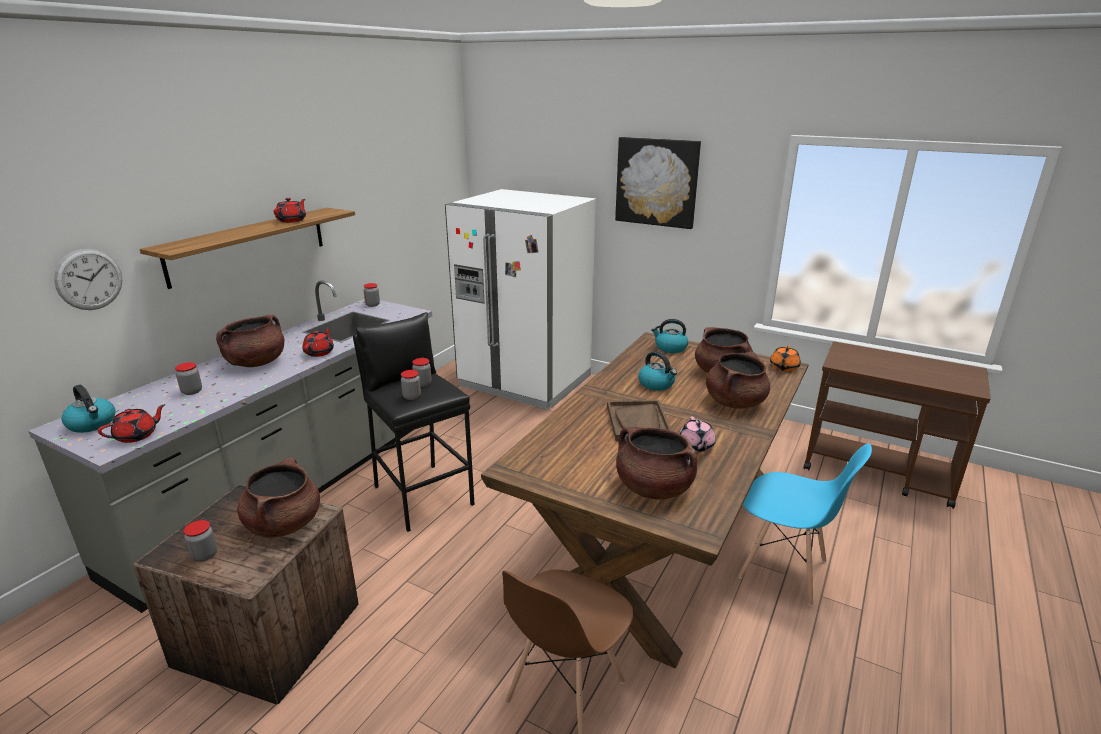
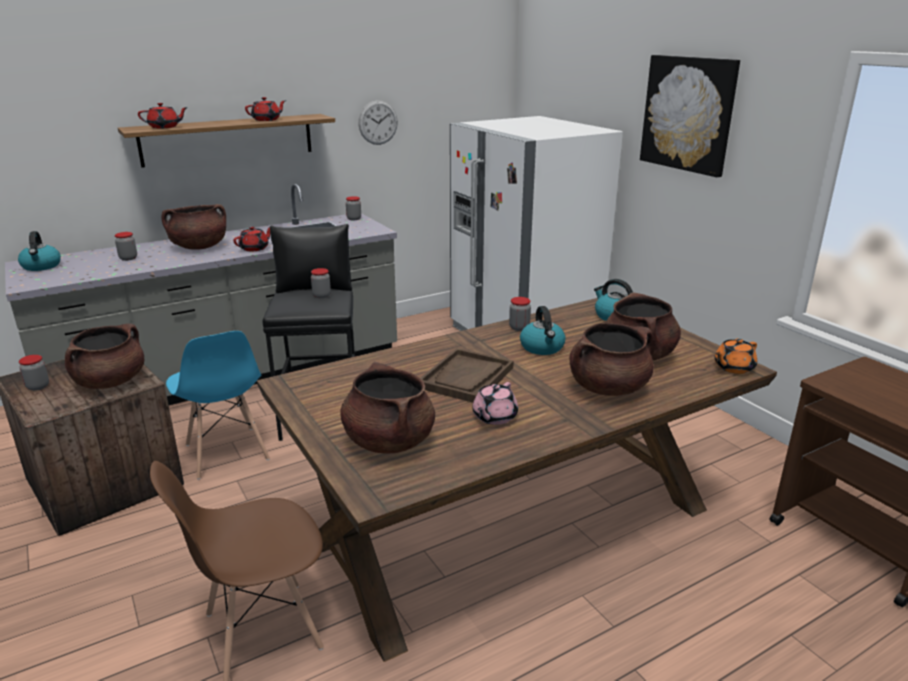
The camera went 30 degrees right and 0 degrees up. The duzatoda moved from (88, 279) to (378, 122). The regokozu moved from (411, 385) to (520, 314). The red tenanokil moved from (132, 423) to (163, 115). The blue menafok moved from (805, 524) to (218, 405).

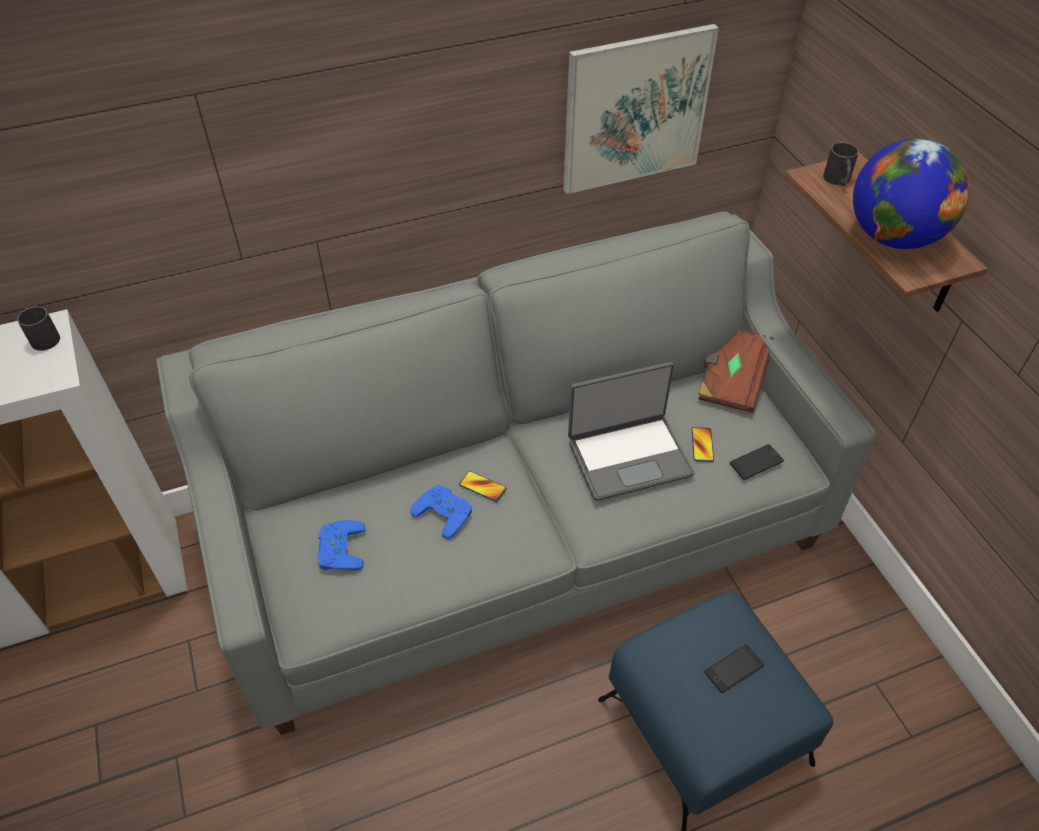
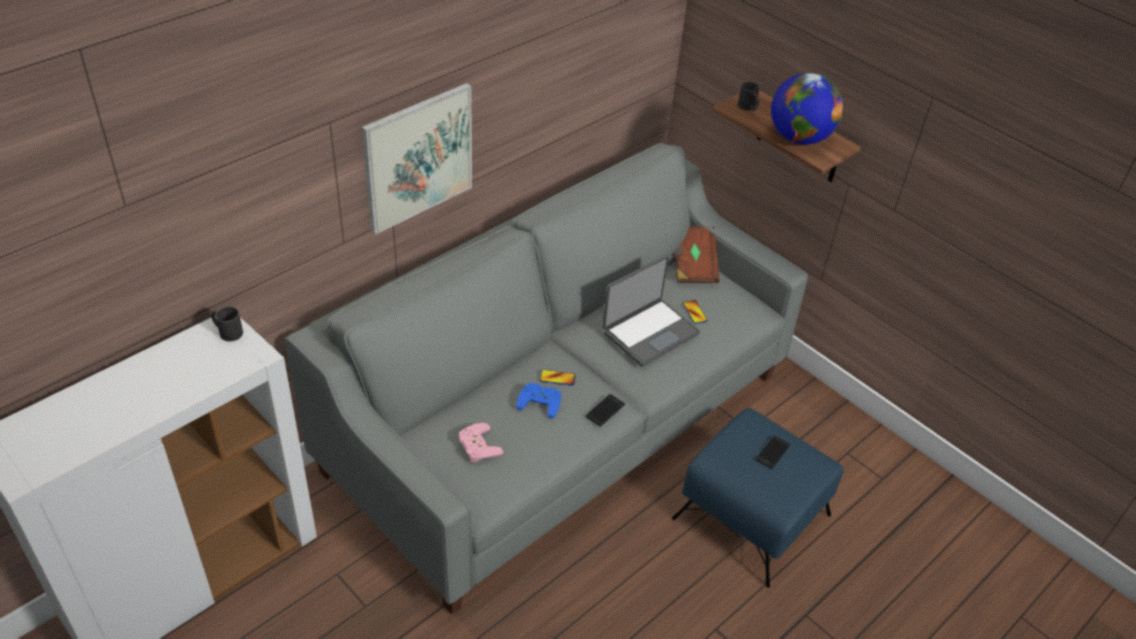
The camera went 25 degrees left and 5 degrees down. The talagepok moved from (641, 109) to (416, 159). The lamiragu moved from (757, 462) to (605, 410). The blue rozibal at (341, 545) became the pink rozibal at (481, 442).

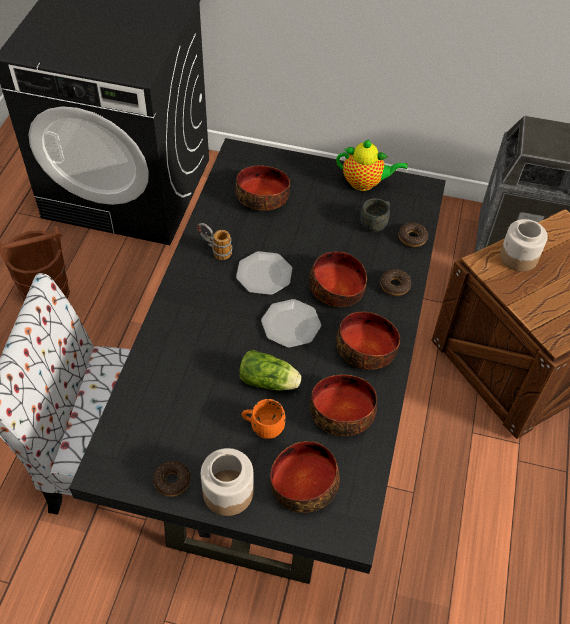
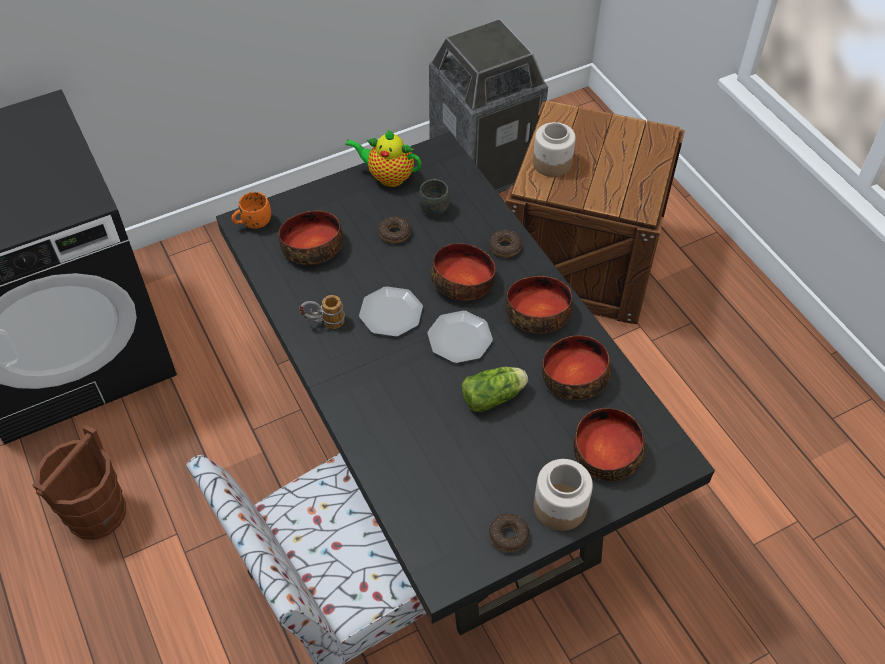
The camera went 40 degrees left and 0 degrees up. The tenanokil at (372, 165) turned 135 degrees counterclockwise. The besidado moved from (413, 234) to (394, 230). The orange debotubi moved from (264, 419) to (251, 210).

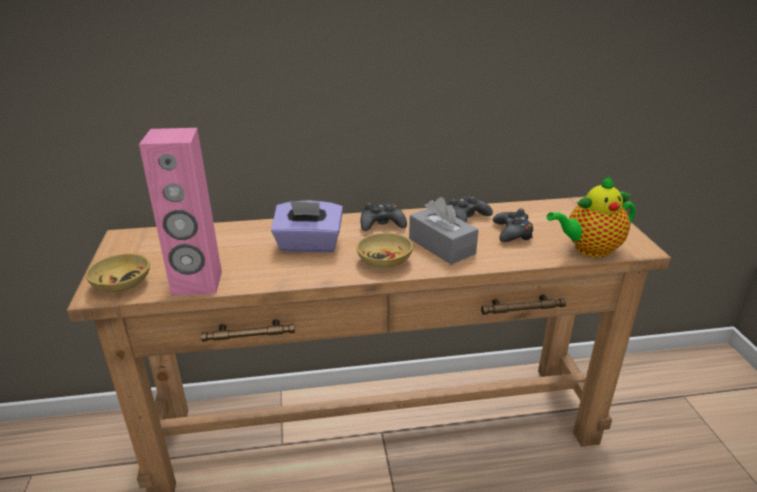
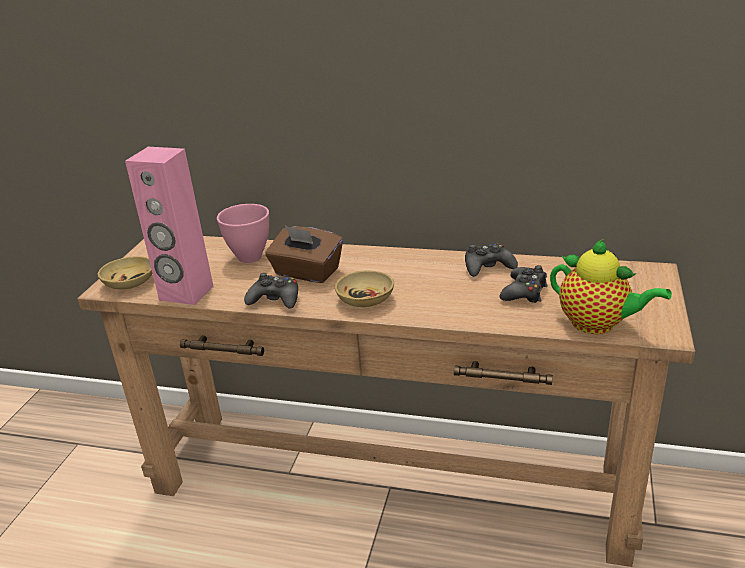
The camera went 25 degrees right and 0 degrees up. The tenanokil at (591, 216) turned 150 degrees counterclockwise. The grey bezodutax at (444, 231) disappeared. The purple bezodutax at (307, 227) became the brown bezodutax at (304, 254). The black rozibal moved from (384, 217) to (271, 291). The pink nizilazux at (243, 233) appeared.

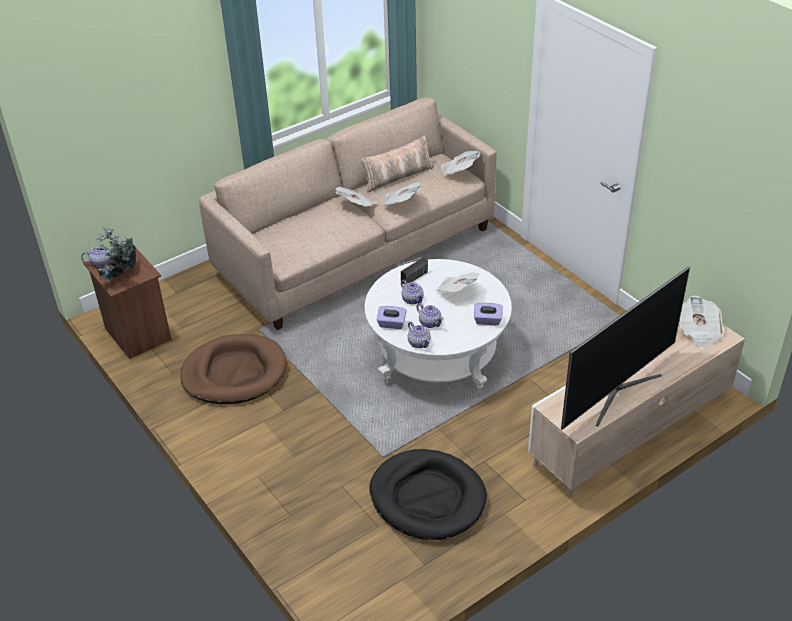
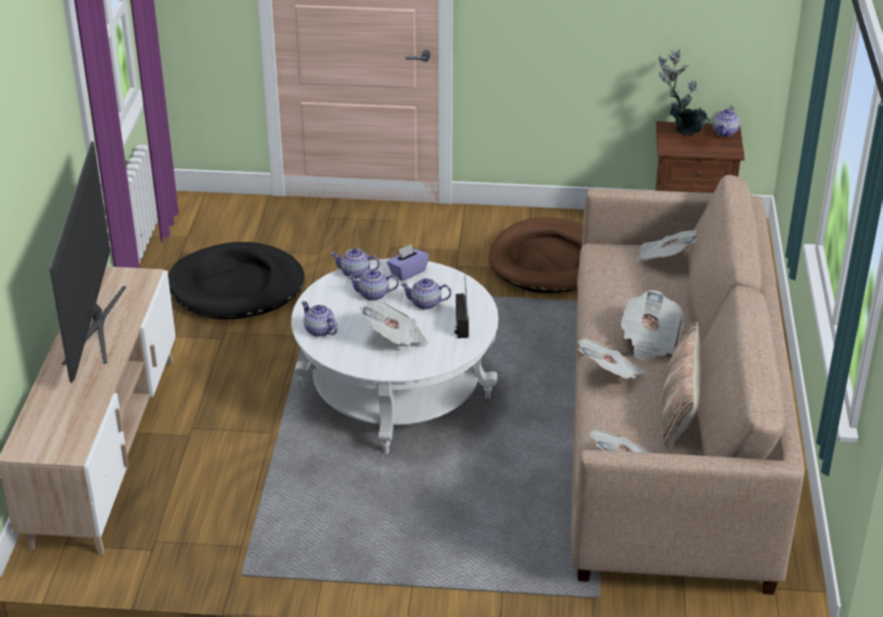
The camera went 130 degrees right and 5 degrees down. The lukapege moved from (701, 322) to (666, 245). The purple bezodutax at (488, 314) was replaced by the tenanokil at (319, 319).

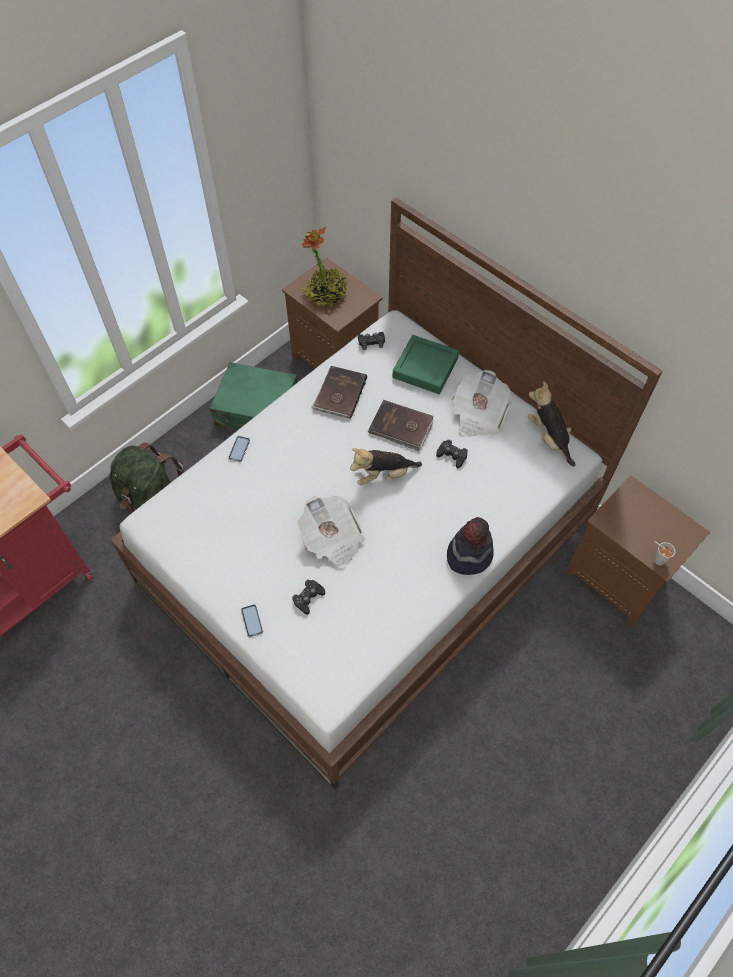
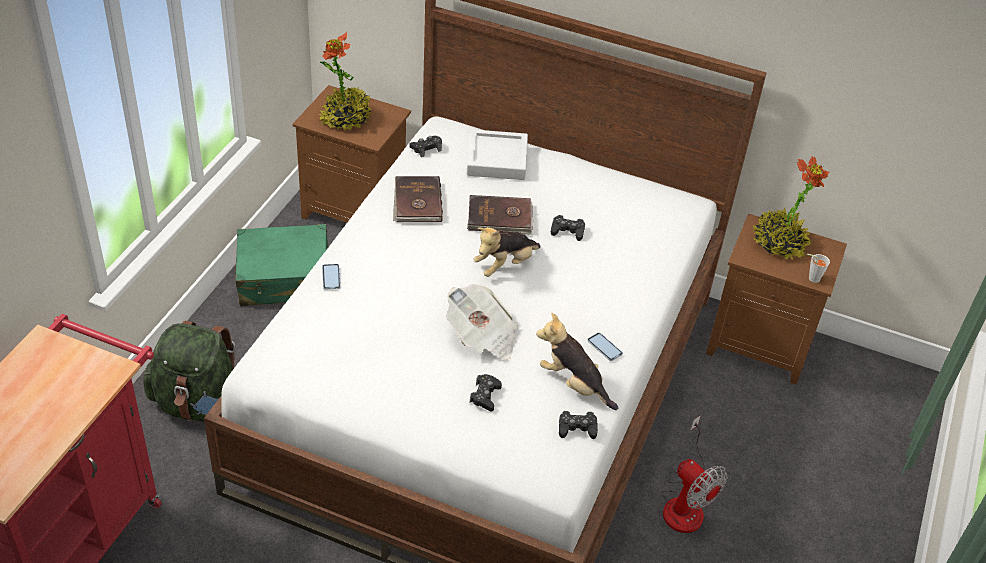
The camera went 25 degrees left and 15 degrees down. The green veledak at (425, 364) became the grey veledak at (497, 154). The lukapege at (482, 403) disappeared. The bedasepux moved from (552, 424) to (577, 361). The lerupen at (470, 546) disappeared. The lamiragu moved from (252, 620) to (605, 347). The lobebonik at (791, 208) appeared. The black rozibal at (578, 425) appeared. The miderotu at (694, 474) appeared.

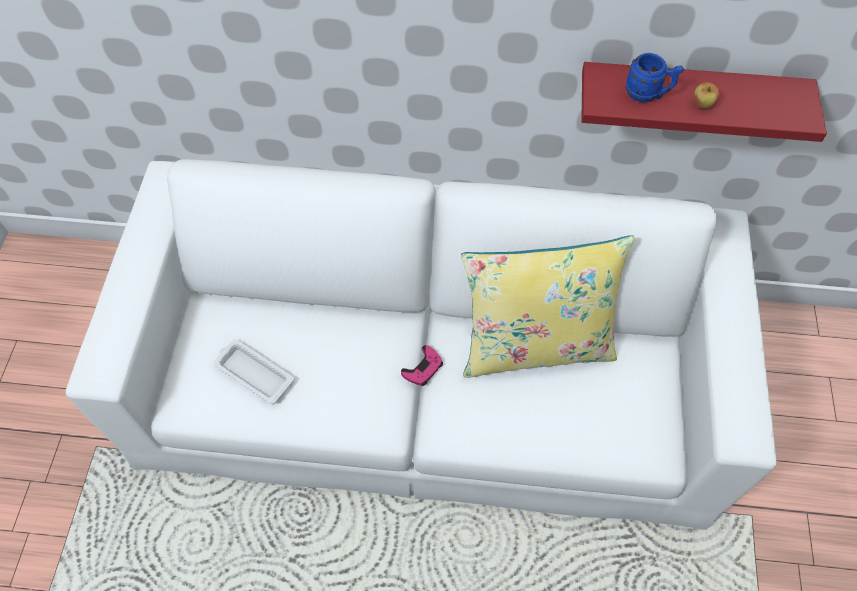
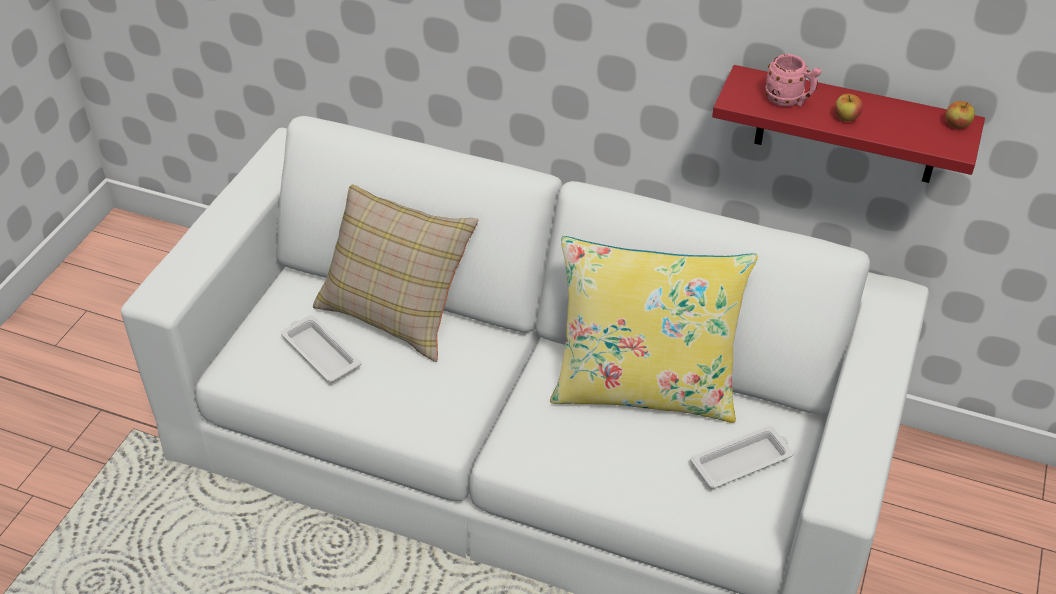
The camera went 15 degrees right and 15 degrees down. The blue debotubi at (654, 77) became the pink debotubi at (793, 80). The pink rozibal at (422, 365) disappeared. The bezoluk at (960, 115) appeared. The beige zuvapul at (395, 273) appeared. The white veledak at (742, 457) appeared.

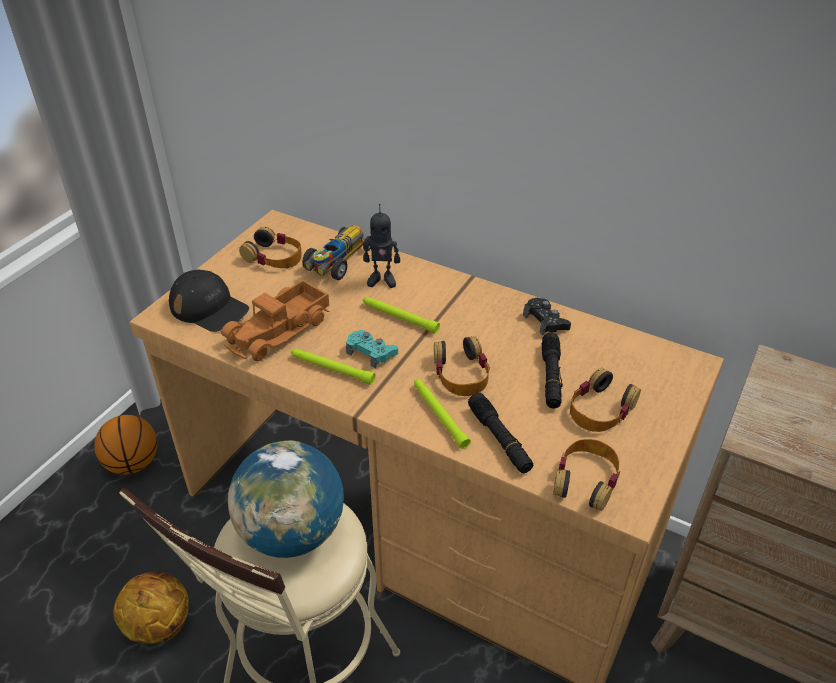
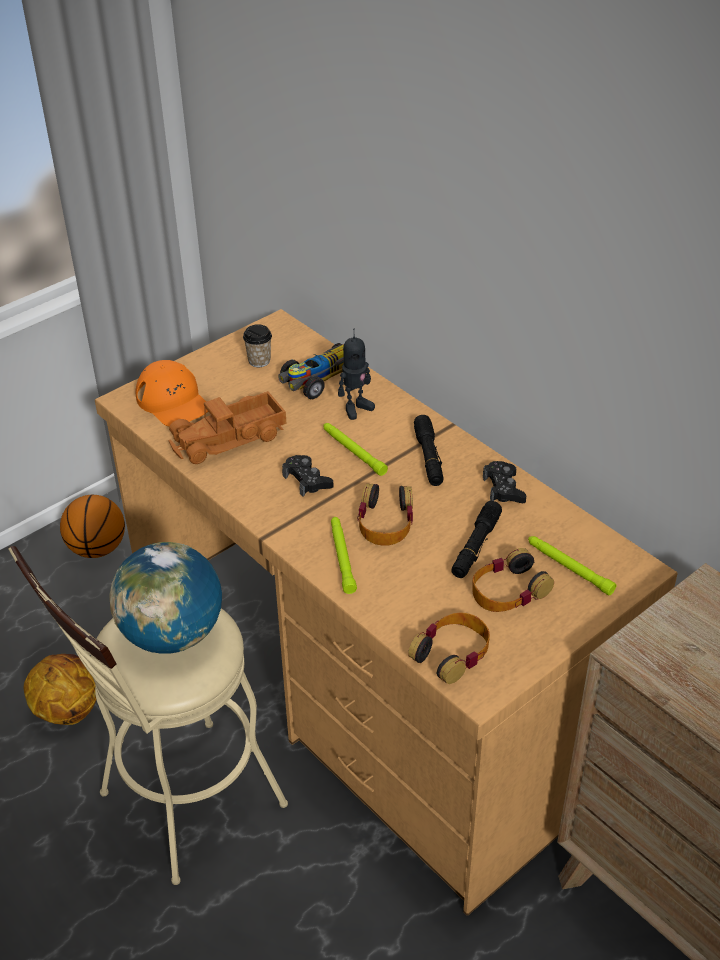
The camera went 20 degrees right and 0 degrees up. The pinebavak at (381, 246) turned 60 degrees counterclockwise. The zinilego at (270, 247) was replaced by the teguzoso at (257, 345). The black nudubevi at (209, 300) became the orange nudubevi at (171, 393). The turquoise rozibal at (372, 349) became the black rozibal at (308, 476). The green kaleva moved from (333, 367) to (572, 565). The black kaleva moved from (500, 433) to (429, 450).

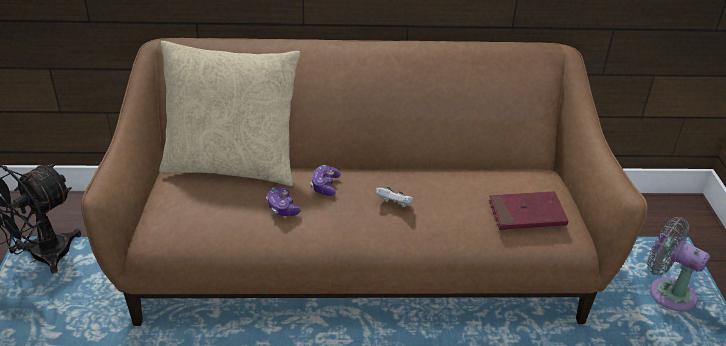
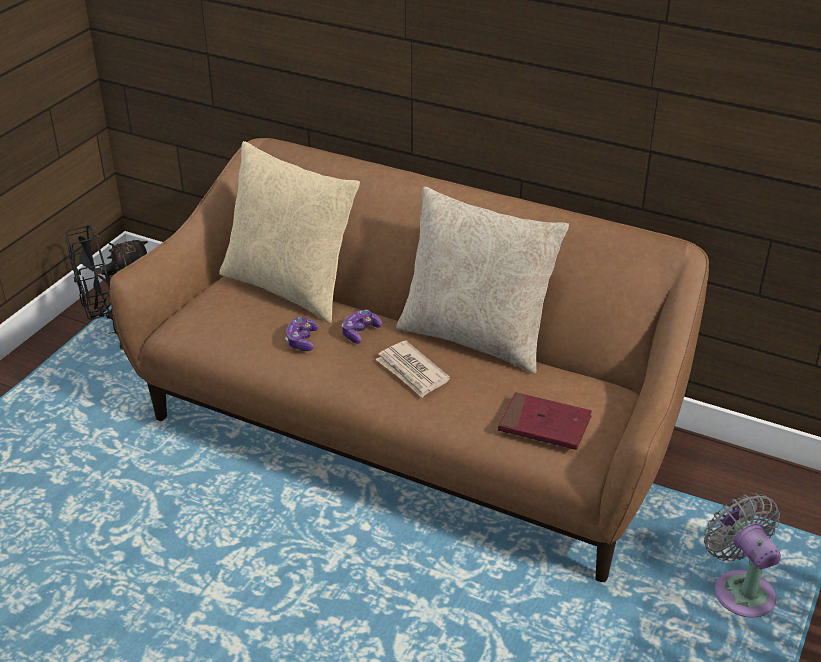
The camera went 30 degrees right and 0 degrees up. The white rozibal at (394, 197) was replaced by the lukapege at (412, 369). The beige zuvapul at (482, 280) appeared.

